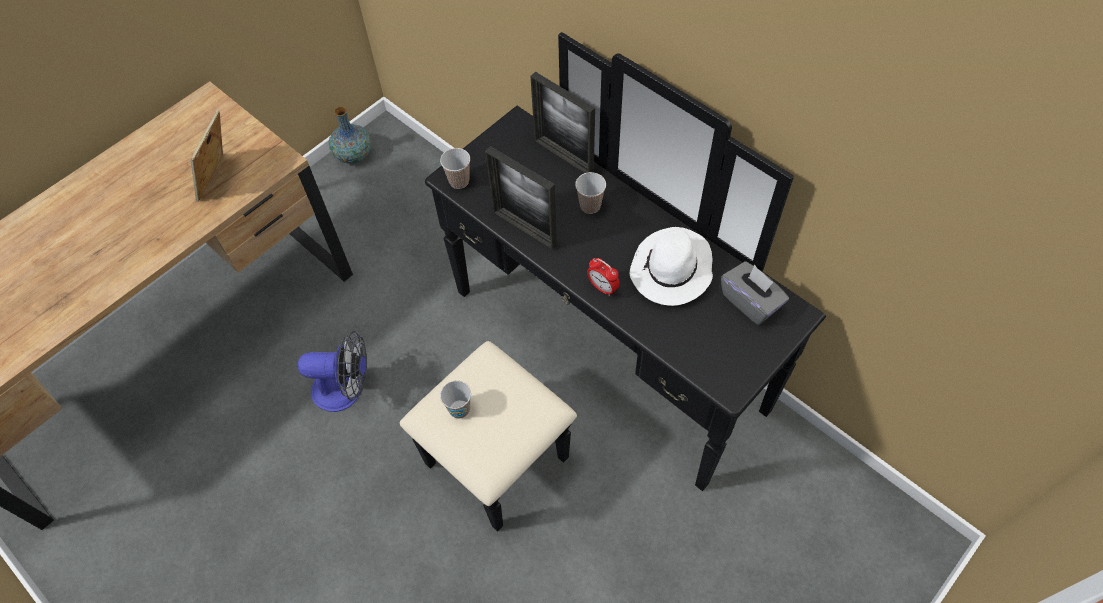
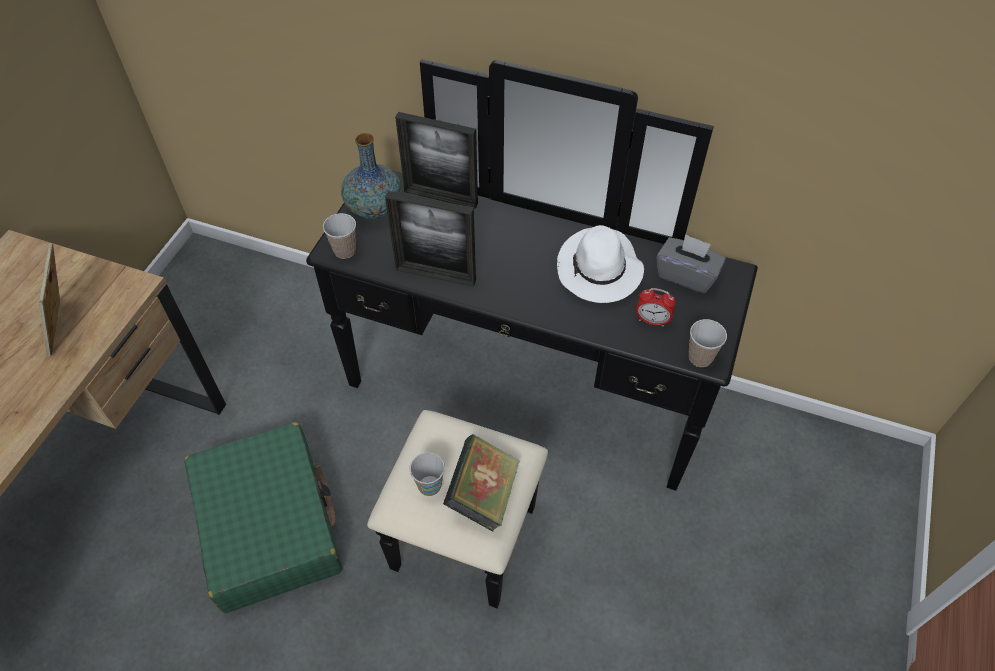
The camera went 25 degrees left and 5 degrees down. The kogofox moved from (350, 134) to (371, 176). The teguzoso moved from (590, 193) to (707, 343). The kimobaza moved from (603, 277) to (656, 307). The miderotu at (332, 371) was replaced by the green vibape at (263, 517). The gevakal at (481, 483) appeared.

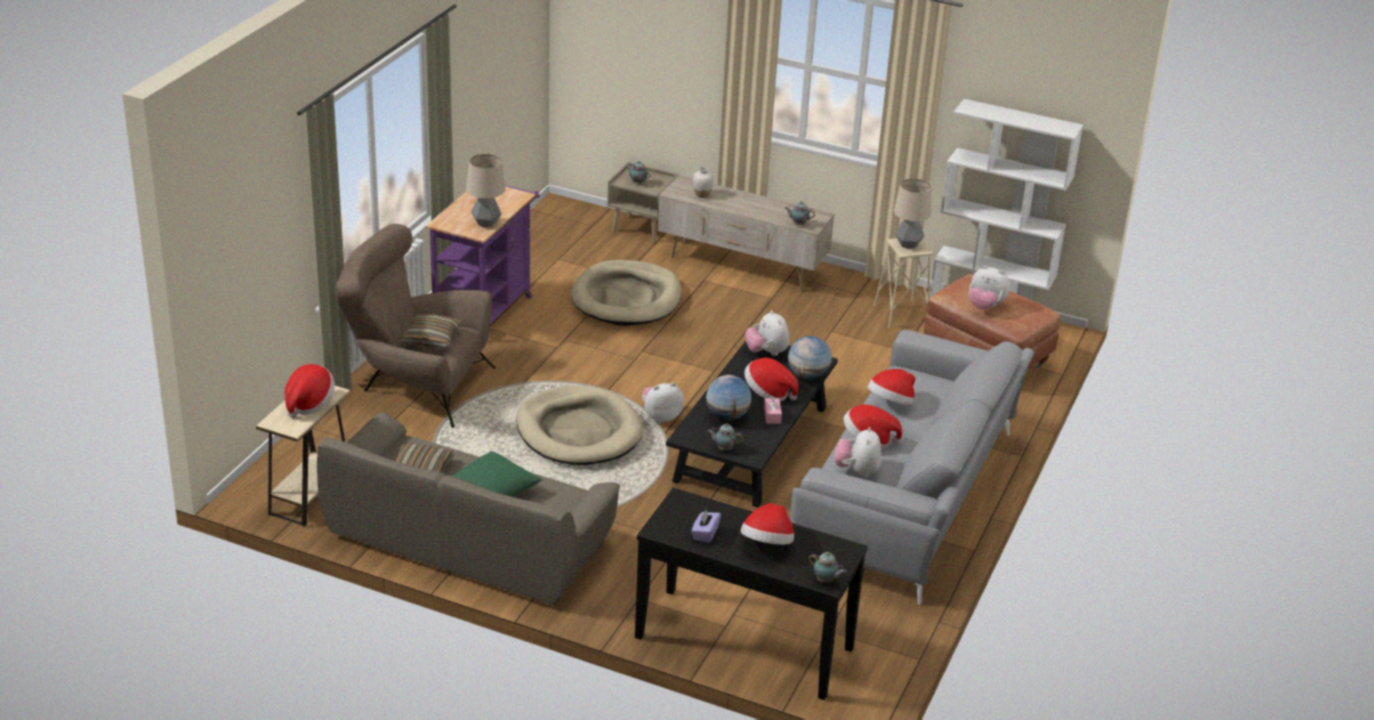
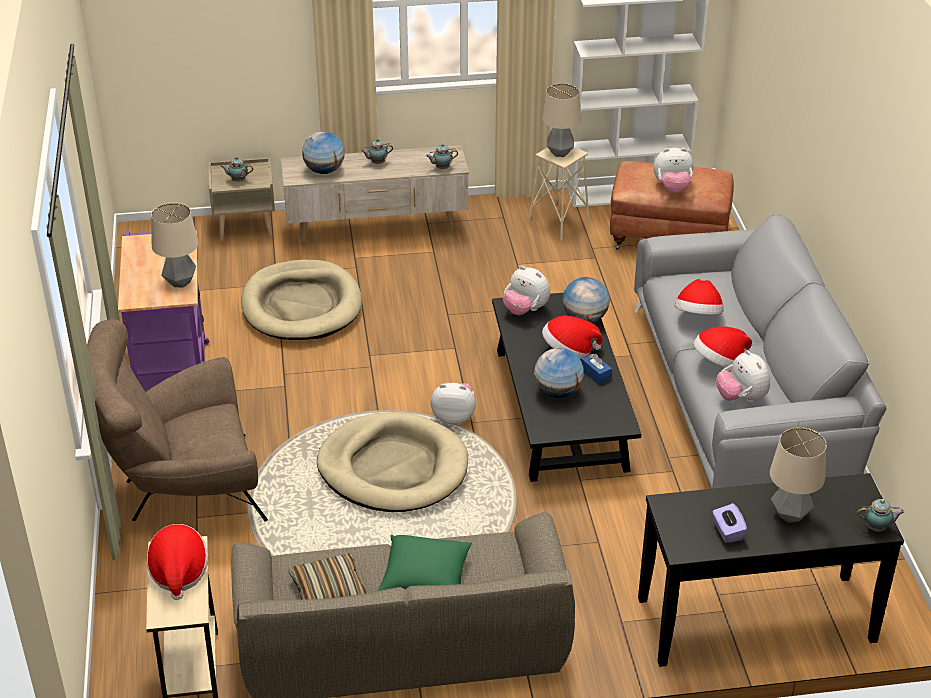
The camera went 30 degrees left and 5 degrees up. The white kogofox at (703, 182) was replaced by the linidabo at (323, 152). The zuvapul at (430, 330) disappeared. The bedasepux at (663, 403) turned 60 degrees clockwise. The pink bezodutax at (773, 410) became the blue bezodutax at (596, 369). The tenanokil moved from (726, 437) to (377, 151). The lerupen at (767, 524) was replaced by the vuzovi at (798, 475).

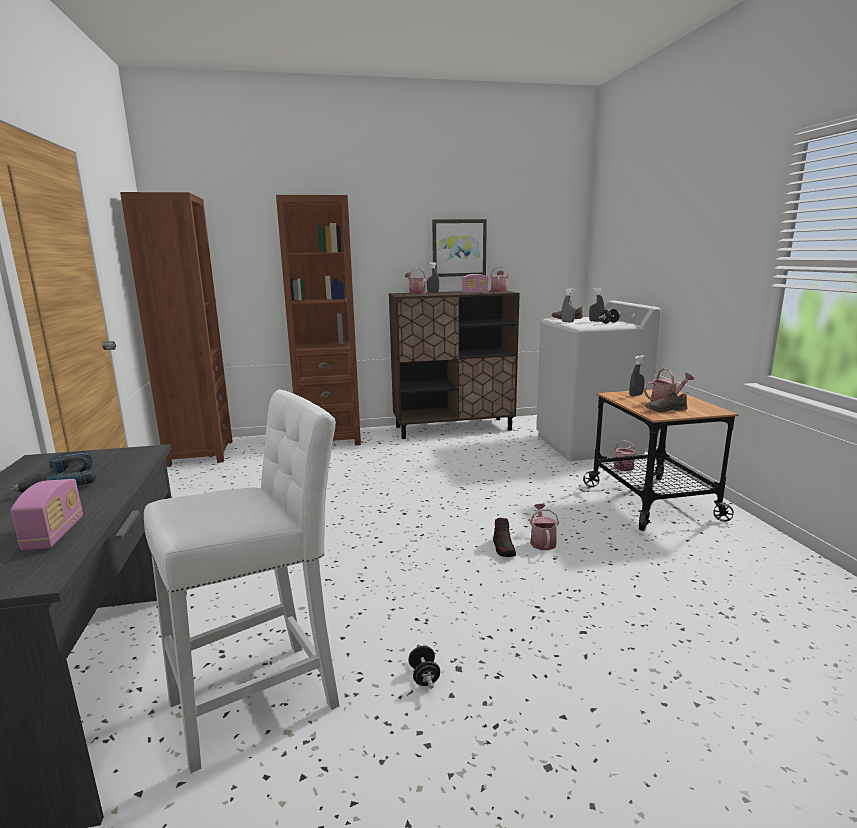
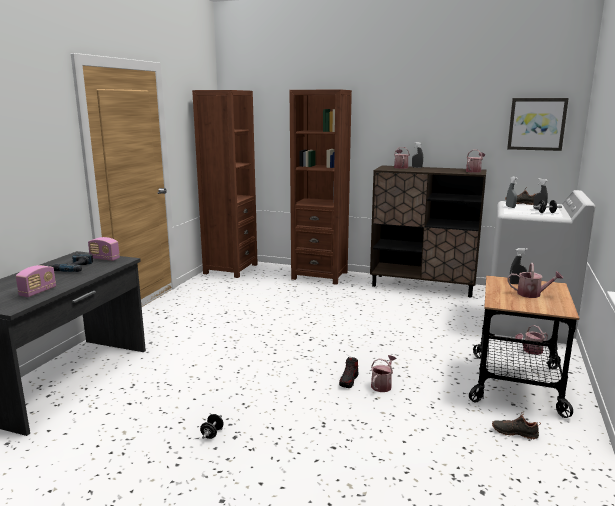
The camera went 30 degrees right and 0 degrees up. The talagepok moved from (459, 248) to (538, 124). The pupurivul moved from (475, 284) to (104, 249). The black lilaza moved from (666, 399) to (516, 425). The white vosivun at (242, 581) disappeared.

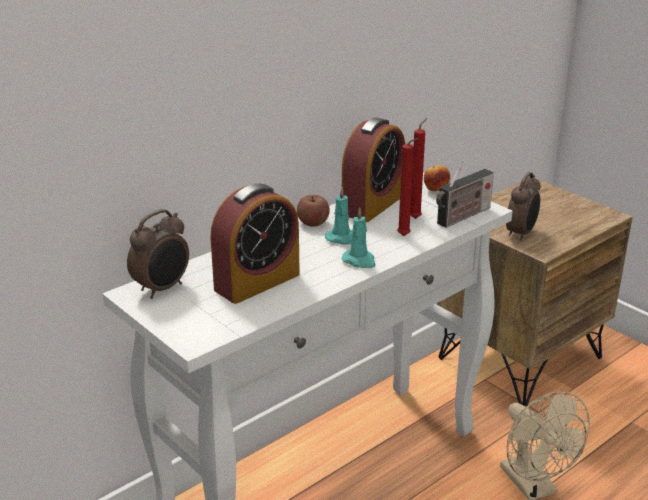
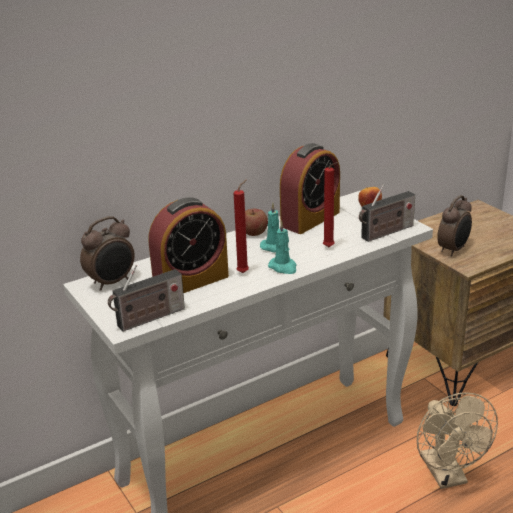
The camera went 10 degrees right and 0 degrees up. The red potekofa moved from (418, 168) to (241, 226). The pupurivul at (146, 298) appeared.

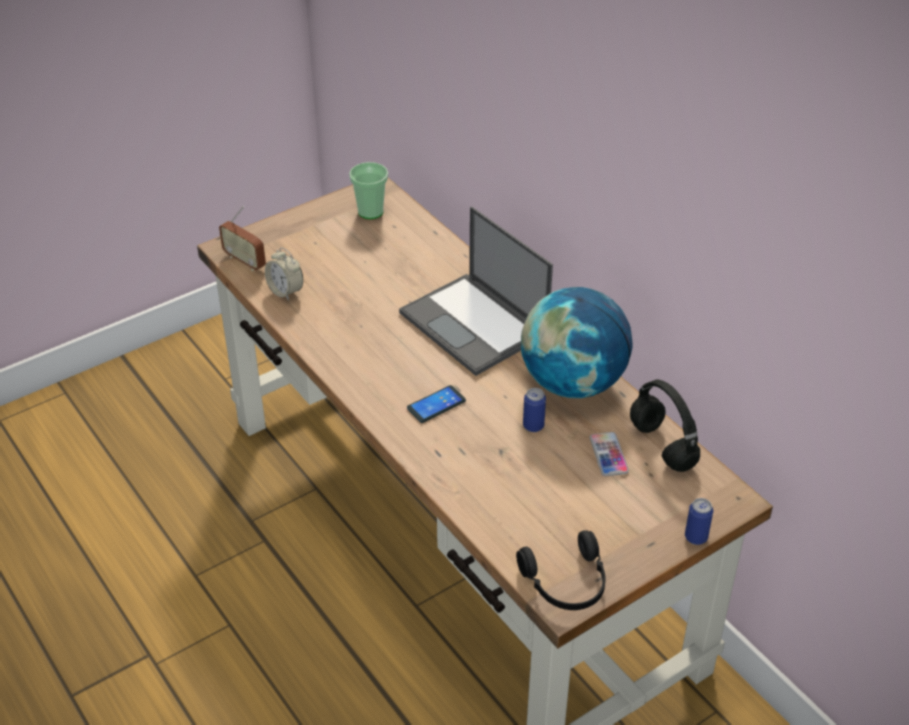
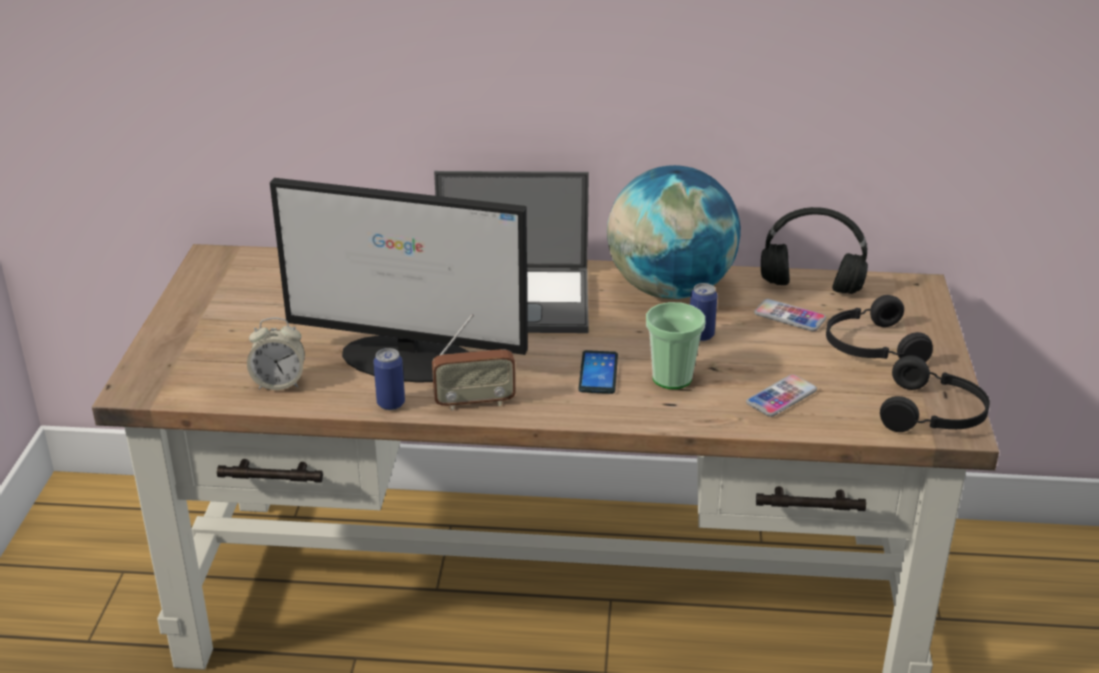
The camera went 50 degrees left and 10 degrees down. The teguzoso moved from (368, 190) to (675, 345). The pupurivul moved from (242, 238) to (474, 362). The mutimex moved from (699, 521) to (389, 379). The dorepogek at (399, 280) appeared. The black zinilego at (879, 328) appeared. The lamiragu at (781, 395) appeared.

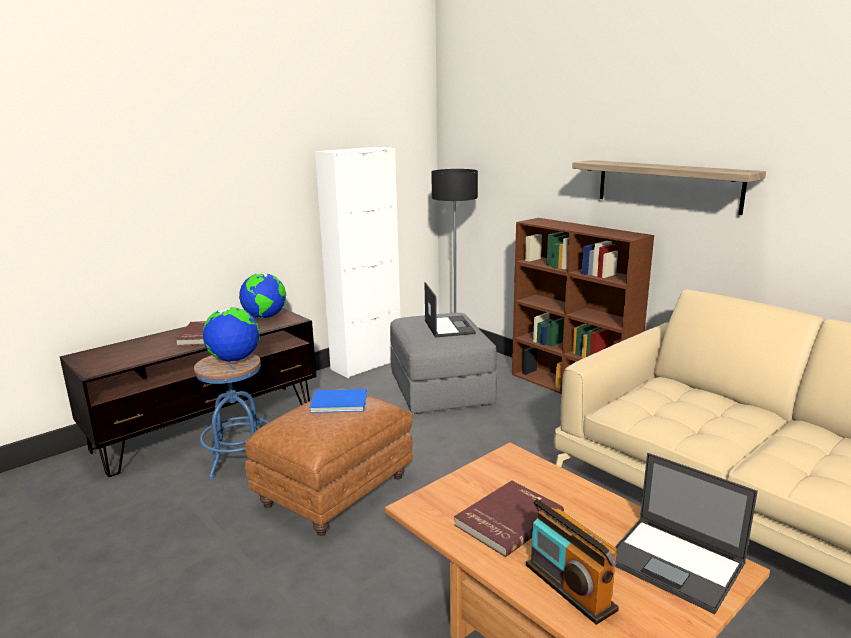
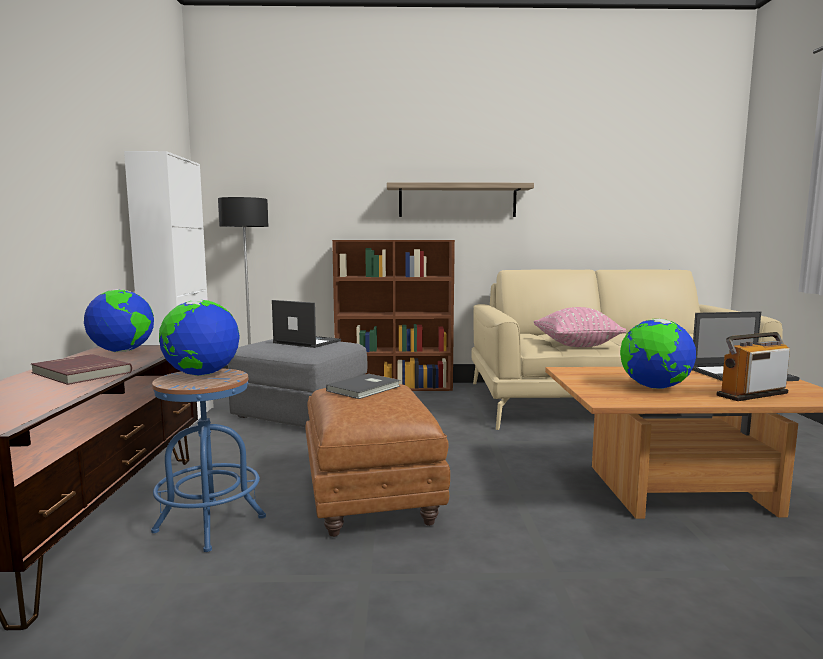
The camera went 50 degrees left and 10 degrees down. The blue gevakal at (338, 401) became the grey gevakal at (363, 386). The red gevakal at (509, 518) was replaced by the linidabo at (658, 354). The pupurivul at (572, 562) turned 150 degrees clockwise. The pink zuvapul at (580, 327) appeared.

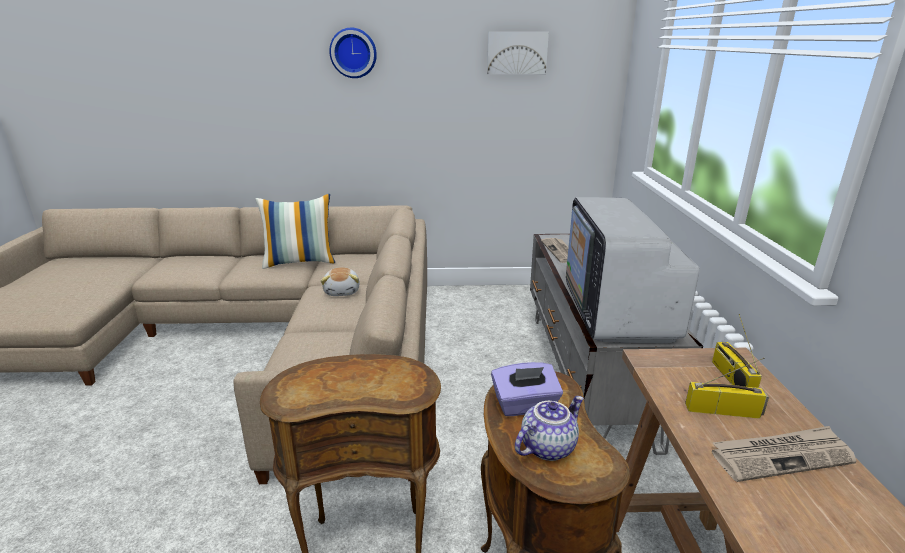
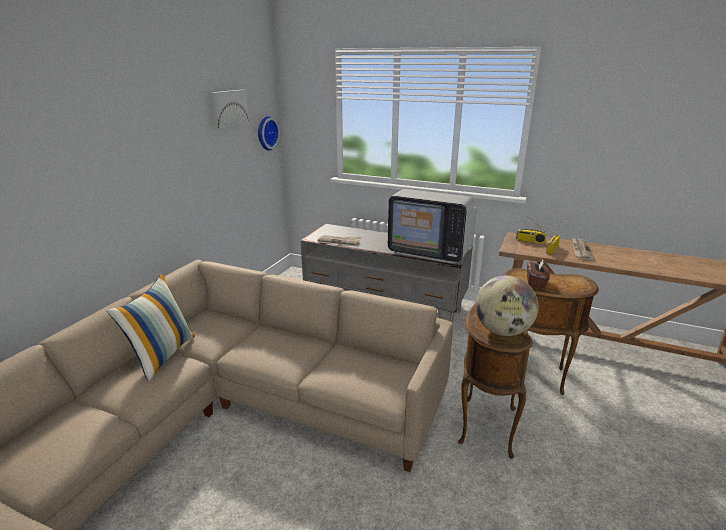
The camera went 65 degrees left and 0 degrees up. The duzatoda moved from (353, 53) to (269, 133). The bedasepux at (340, 281) disappeared. The purple bezodutax at (527, 389) became the brown bezodutax at (538, 274). The tenanokil at (549, 428) disappeared. The linidabo at (507, 305) appeared.

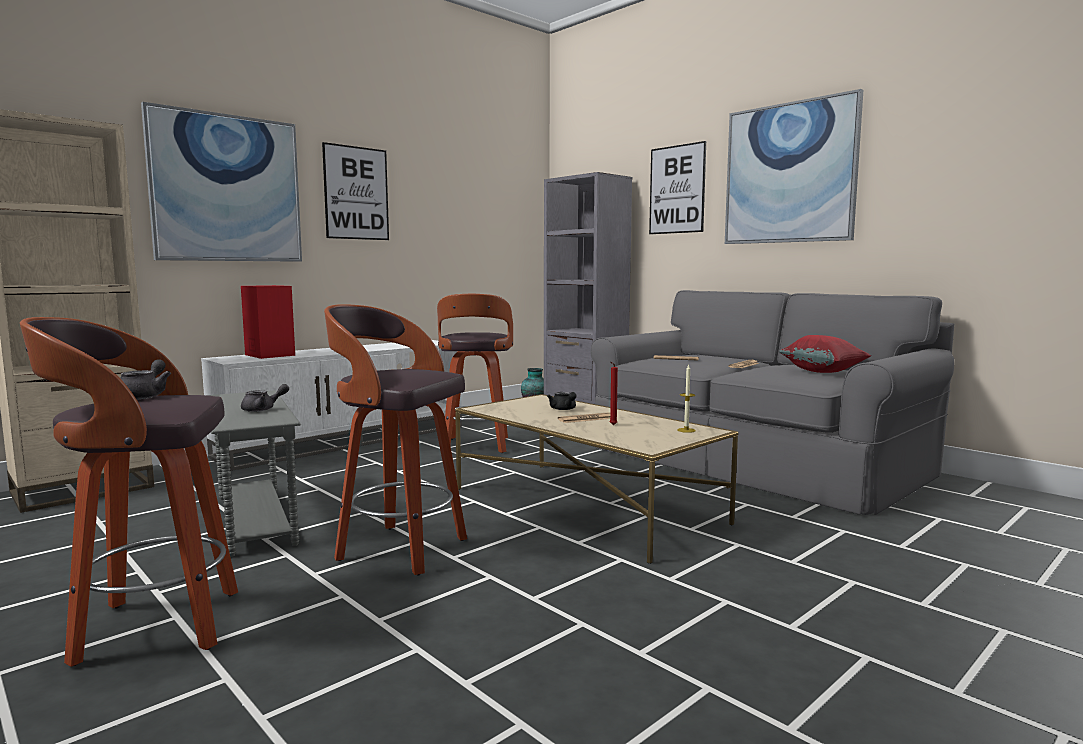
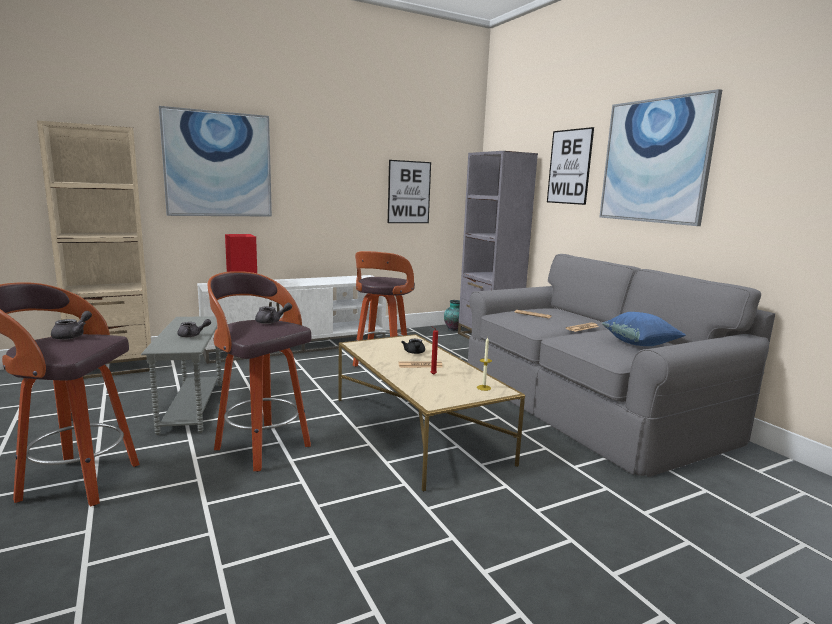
The camera went 15 degrees right and 5 degrees up. The talagepok moved from (355, 191) to (409, 191). The red zuvapul at (825, 354) became the blue zuvapul at (644, 329). The grey tenanokil at (273, 313) appeared.

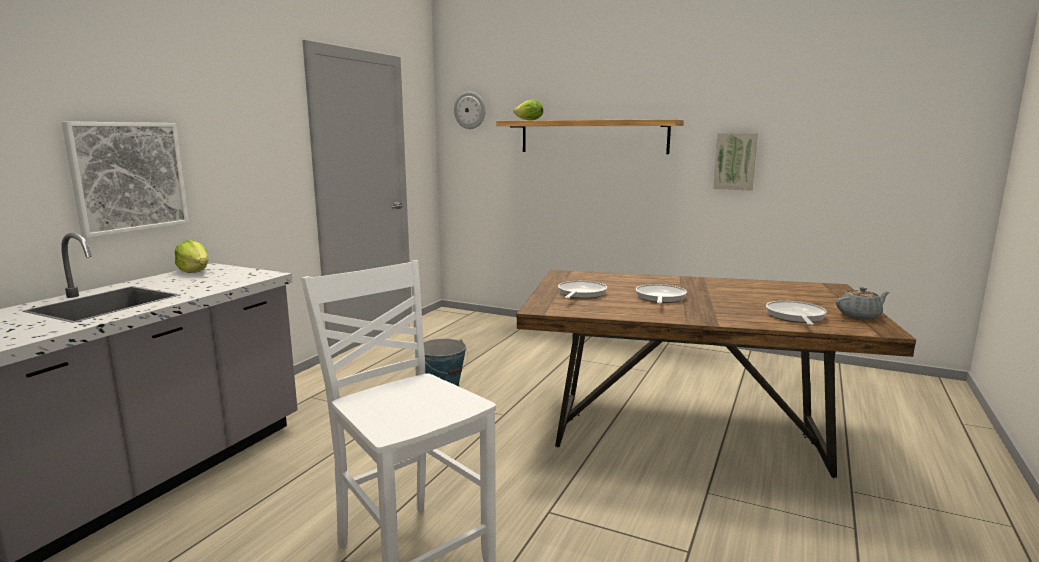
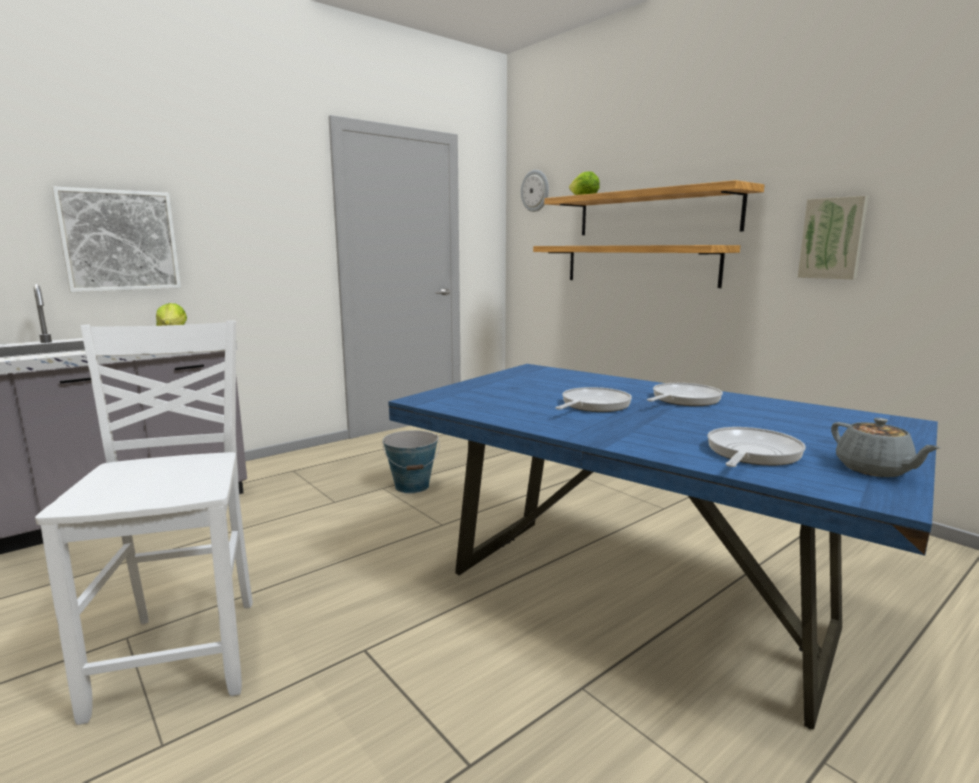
The camera went 25 degrees right and 0 degrees up. The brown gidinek at (716, 374) became the blue gidinek at (663, 547). The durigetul moved from (582, 290) to (685, 394). The grey tenanokil at (863, 303) turned 60 degrees clockwise. The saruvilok at (636, 266) appeared.

